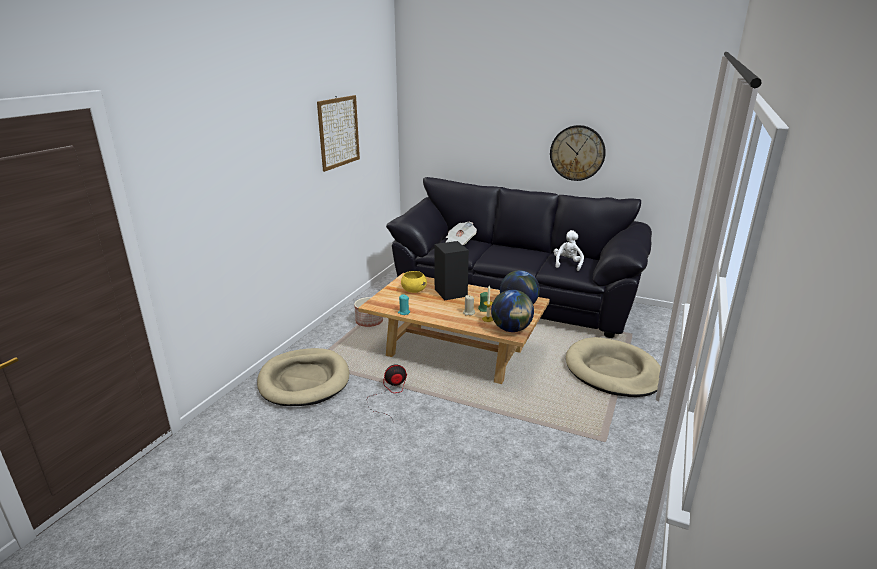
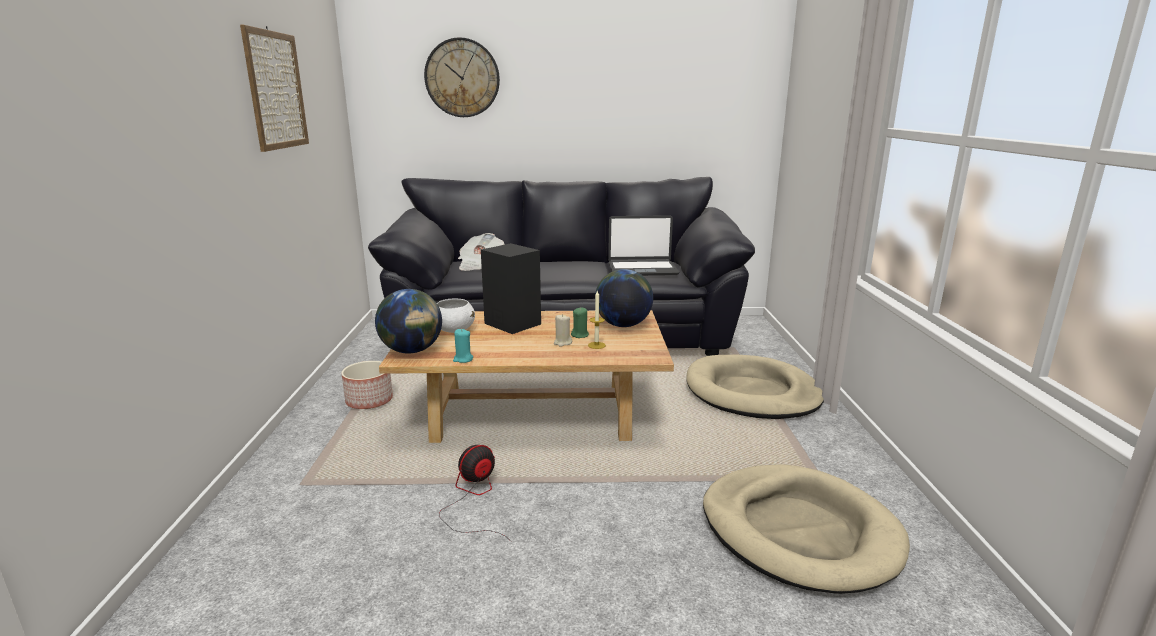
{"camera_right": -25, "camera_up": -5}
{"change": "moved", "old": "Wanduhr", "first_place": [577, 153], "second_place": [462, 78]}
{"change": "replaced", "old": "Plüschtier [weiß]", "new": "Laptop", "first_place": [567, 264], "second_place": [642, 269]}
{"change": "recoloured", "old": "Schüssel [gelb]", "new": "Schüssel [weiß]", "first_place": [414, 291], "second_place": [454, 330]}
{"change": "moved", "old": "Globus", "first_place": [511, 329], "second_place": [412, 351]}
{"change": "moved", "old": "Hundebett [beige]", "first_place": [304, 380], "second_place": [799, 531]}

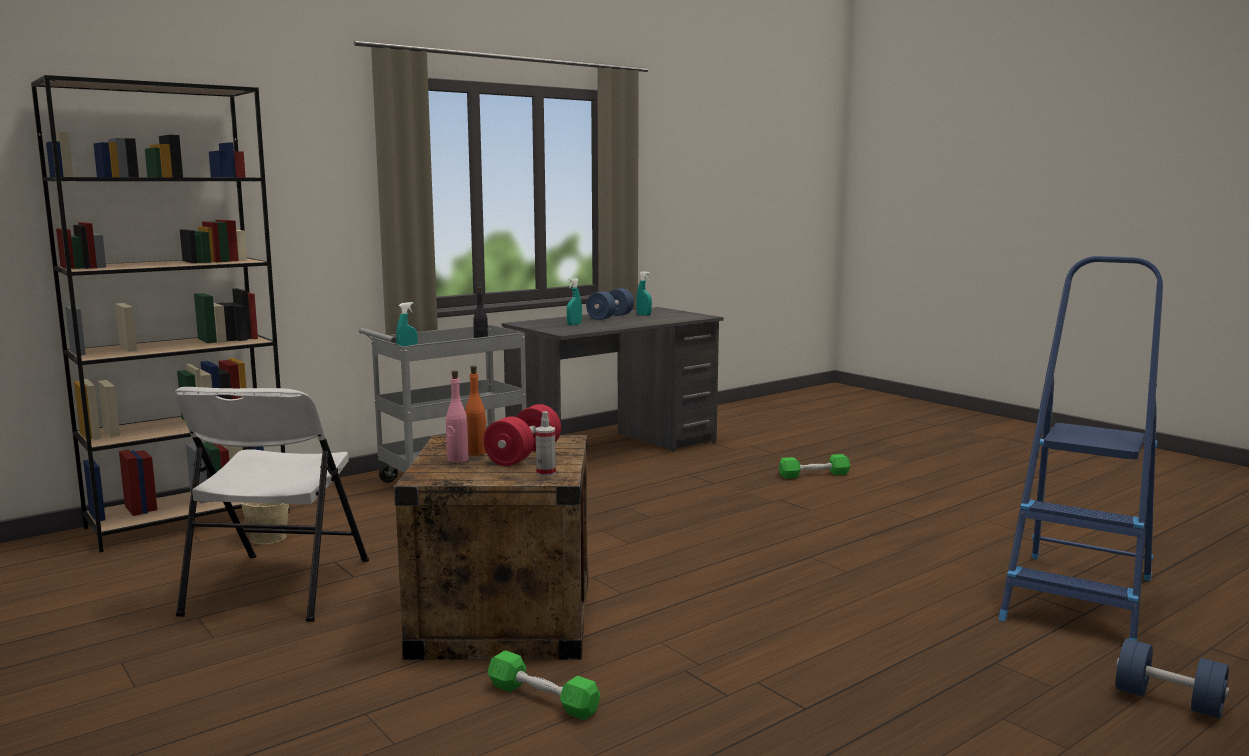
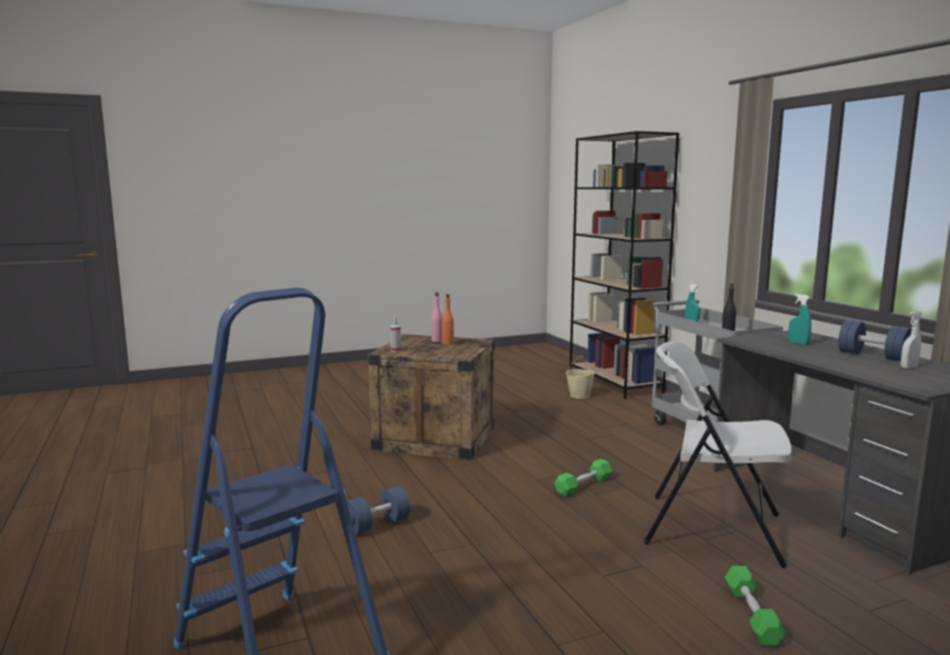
{"camera_right": 105, "camera_up": 0}
{"change": "recoloured", "old": "Sprühflasche [türkis]", "new": "Sprühflasche [weiß]", "first_place": [643, 315], "second_place": [909, 367]}
{"change": "moved", "old": "Stuhl [weiß]", "first_place": [278, 587], "second_place": [713, 528]}
{"change": "removed", "old": "Hantel [rot]", "first_place": [523, 455]}
{"change": "moved", "old": "Hantel [blau]", "first_place": [1168, 701], "second_place": [377, 525]}
{"change": "moved", "old": "Hantel [grün]", "first_place": [543, 698], "second_place": [583, 485]}

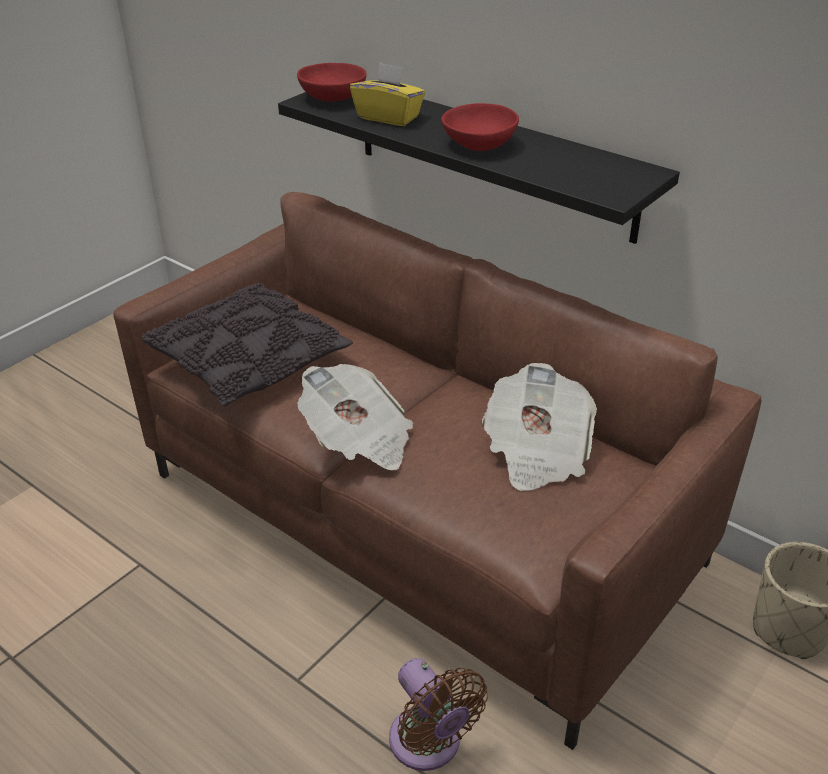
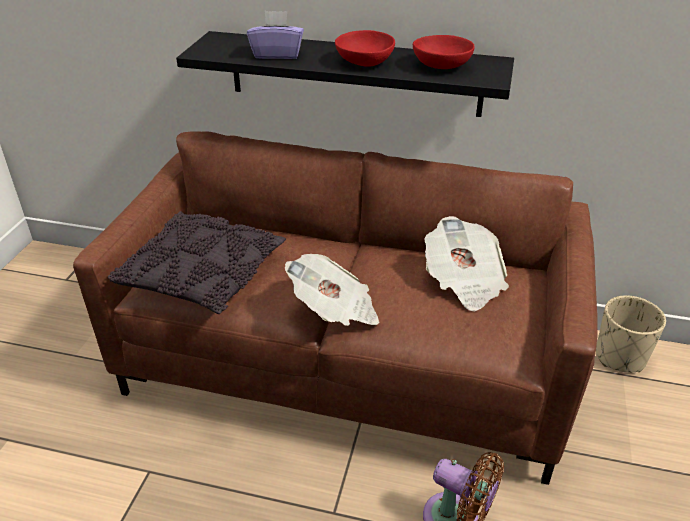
{"camera_right": -25, "camera_up": 0}
{"change": "recoloured", "old": "Taschentuchbox [gelb]", "new": "Taschentuchbox [lila]", "first_place": [388, 117], "second_place": [277, 54]}
{"change": "moved", "old": "Schüssel [rot]", "first_place": [333, 97], "second_place": [442, 65]}

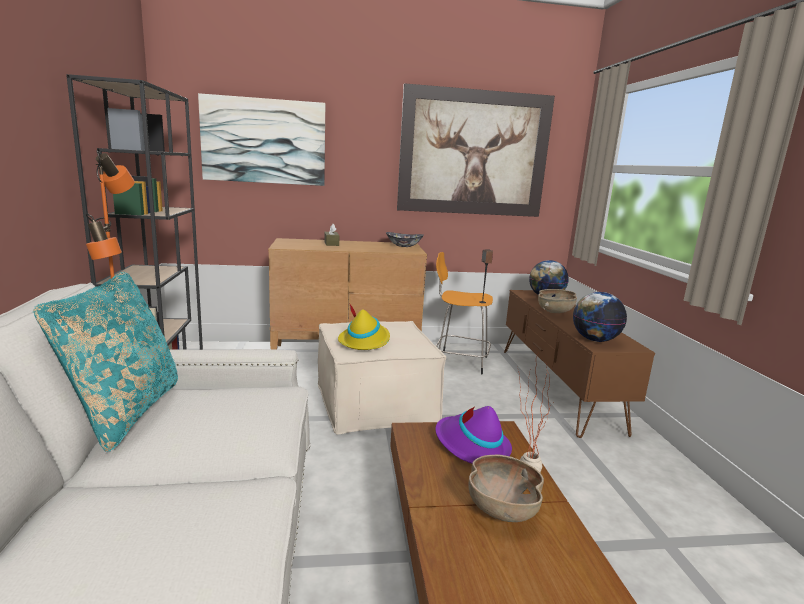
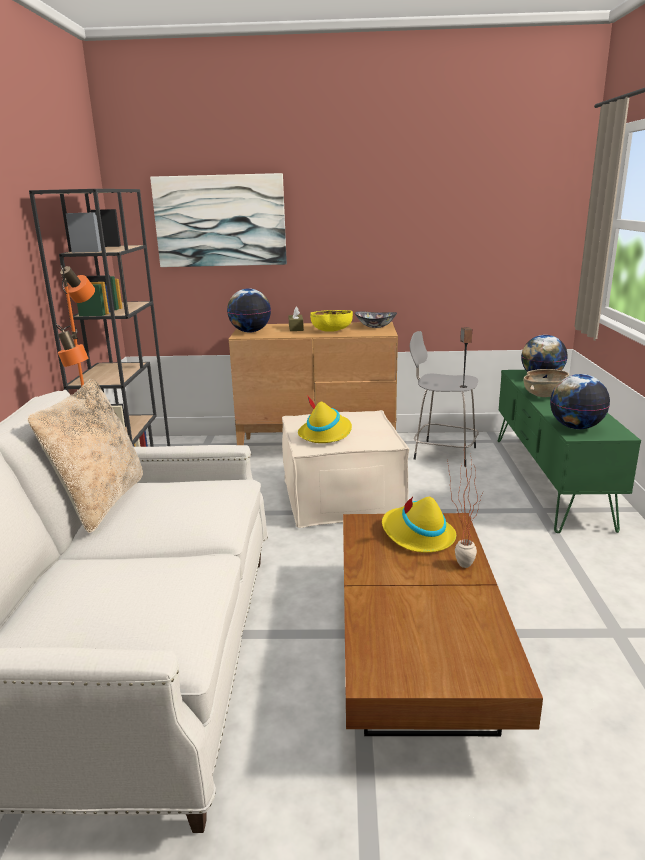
{"camera_right": 10, "camera_up": 5}
{"change": "removed", "old": "Bild", "first_place": [474, 153]}
{"change": "recoloured", "old": "Hocker [orange]", "new": "Hocker [grau]", "first_place": [459, 361], "second_place": [442, 453]}
{"change": "recoloured", "old": "Kissen [türkis]", "new": "Kissen [beige]", "first_place": [127, 414], "second_place": [102, 504]}
{"change": "recoloured", "old": "Fernsehschrank [braun]", "new": "Fernsehschrank [grün]", "first_place": [557, 387], "second_place": [549, 480]}
{"change": "recoloured", "old": "Hut [lila]", "new": "Hut [gelb]", "first_place": [471, 446], "second_place": [417, 535]}
{"change": "removed", "old": "Schüssel [braun]", "first_place": [501, 508]}
{"change": "added", "new": "Globus", "second_place": [250, 332]}
{"change": "added", "new": "Schüssel [gelb]", "second_place": [331, 331]}

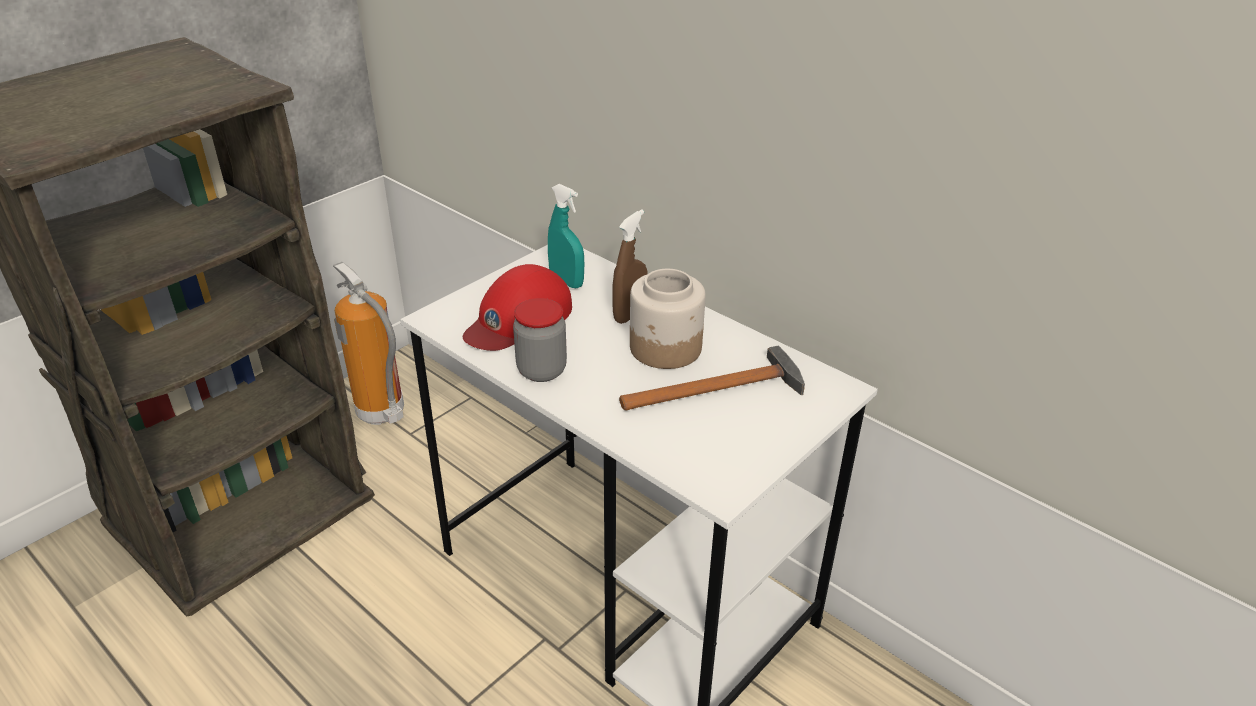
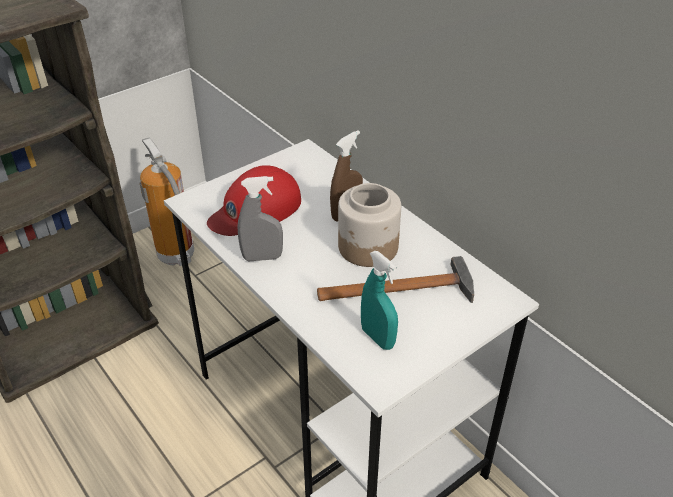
{"camera_right": 10, "camera_up": 5}
{"change": "moved", "old": "Sprühflasche [türkis]", "first_place": [566, 282], "second_place": [377, 338]}
{"change": "replaced", "old": "Vorratsglas", "new": "Sprühflasche [grau]", "first_place": [541, 370], "second_place": [262, 257]}

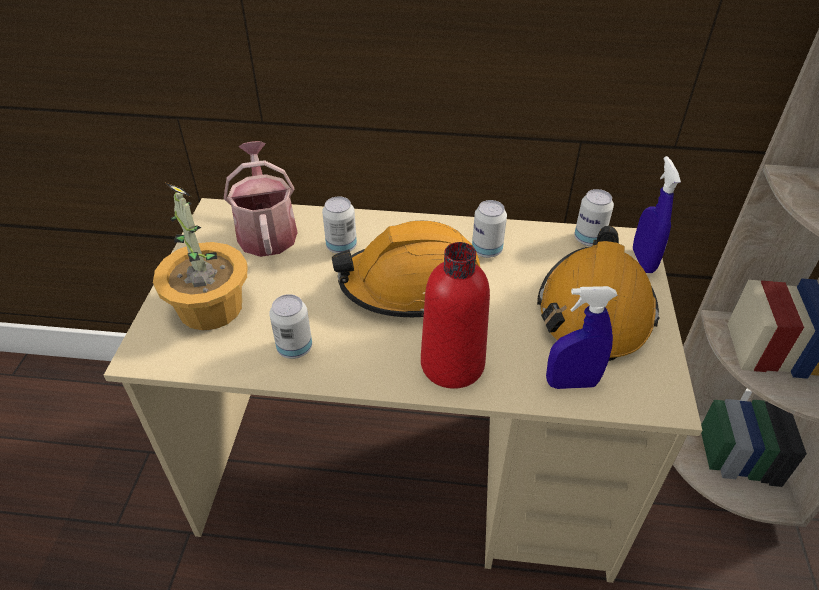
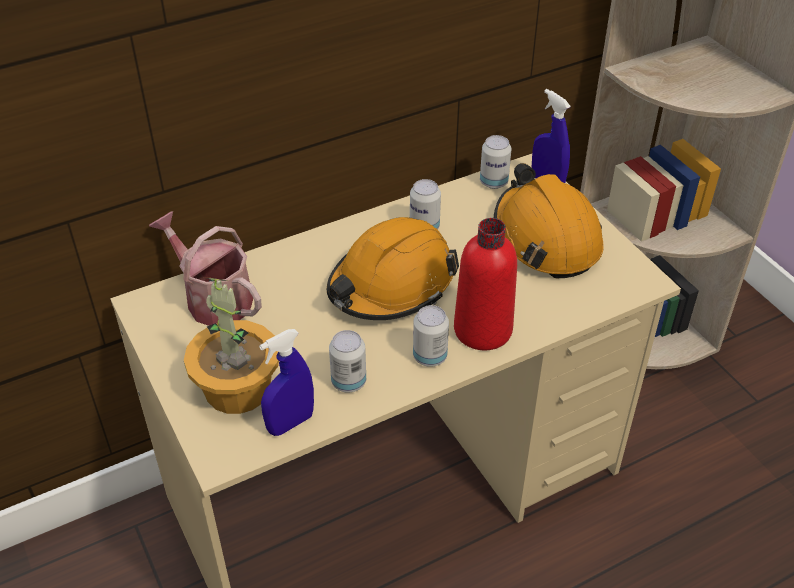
{"camera_right": -35, "camera_up": 0}
{"change": "moved", "old": "Dose", "first_place": [341, 247], "second_place": [430, 357]}
{"change": "moved", "old": "Sprühflasche [blau]", "first_place": [571, 383], "second_place": [290, 423]}

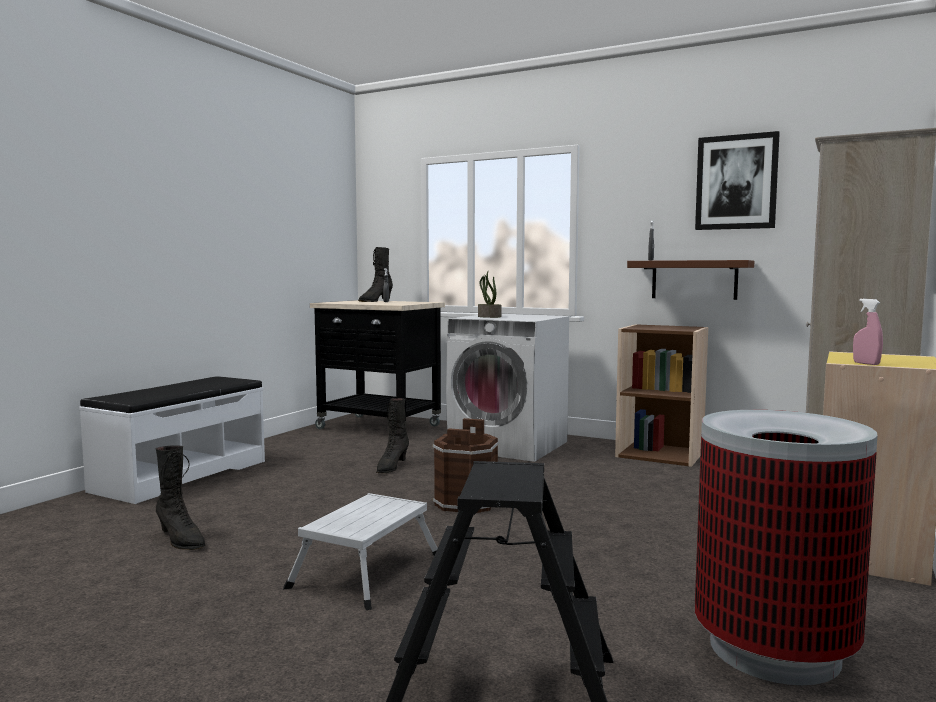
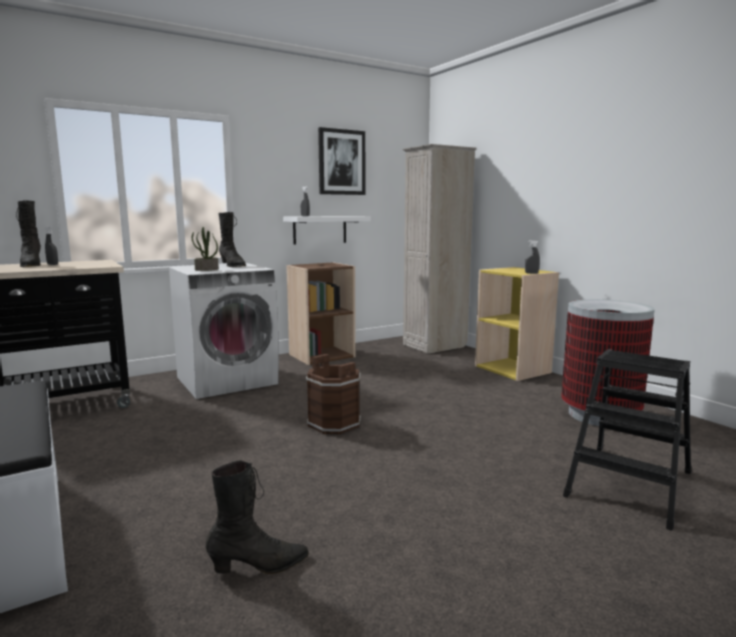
{"camera_right": -60, "camera_up": 5}
{"change": "recoloured", "old": "Wandregal [braun]", "new": "Wandregal [weiß]", "first_place": [694, 280], "second_place": [320, 230]}
{"change": "recoloured", "old": "Sprühflasche [rosa]", "new": "Sprühflasche [grau]", "first_place": [866, 363], "second_place": [531, 273]}
{"change": "moved", "old": "Stiefel [schwarz]", "first_place": [391, 467], "second_place": [232, 265]}
{"change": "removed", "old": "Trittleiter [weiß]", "first_place": [366, 571]}

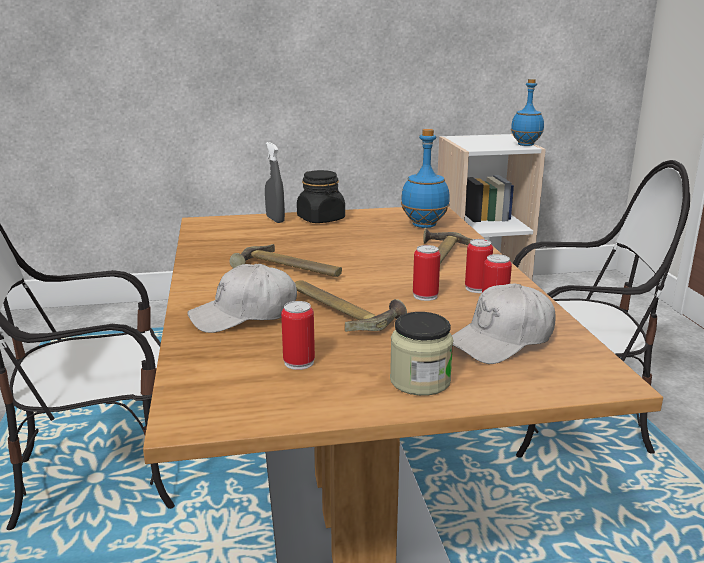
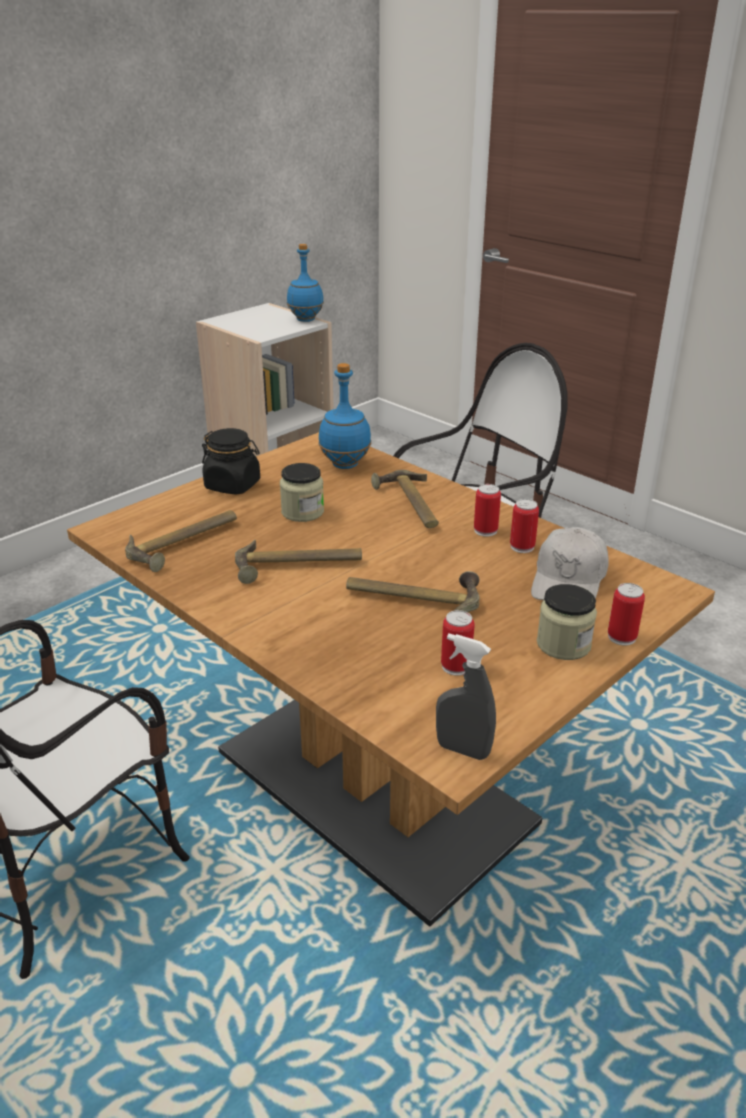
{"camera_right": -35, "camera_up": 10}
{"change": "moved", "old": "Sprühflasche [grau]", "first_place": [275, 219], "second_place": [463, 750]}
{"change": "moved", "old": "Dose", "first_place": [425, 296], "second_place": [621, 637]}
{"change": "removed", "old": "Kappe [weiß]", "first_place": [245, 315]}
{"change": "added", "new": "Vorratsglas", "second_place": [302, 512]}
{"change": "added", "new": "Hammer", "second_place": [186, 543]}

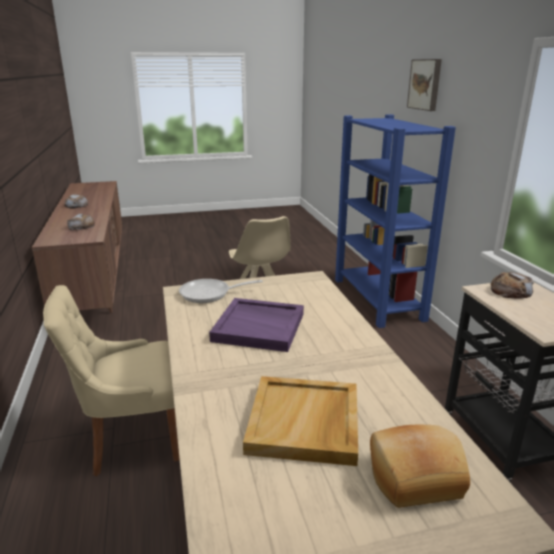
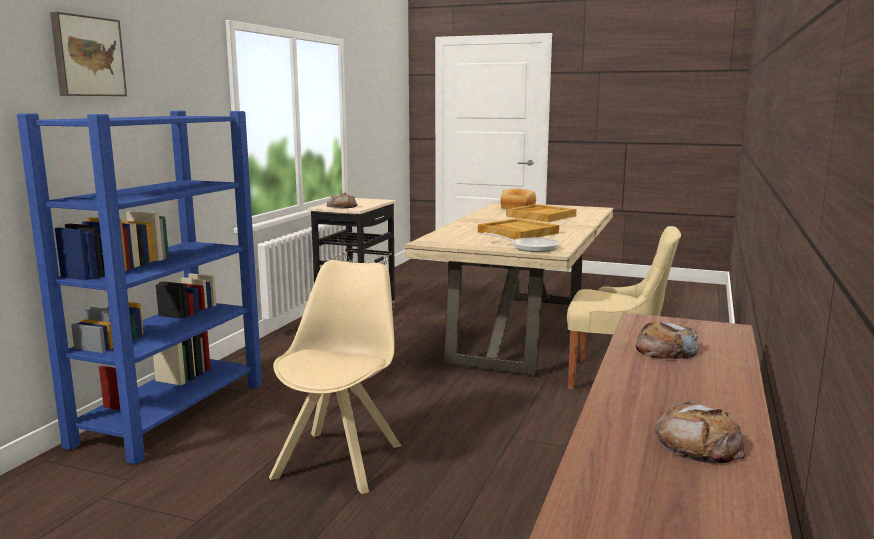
{"camera_right": -145, "camera_up": -10}
{"change": "recoloured", "old": "Tablett [lila]", "new": "Tablett [beige]", "first_place": [260, 327], "second_place": [517, 232]}

